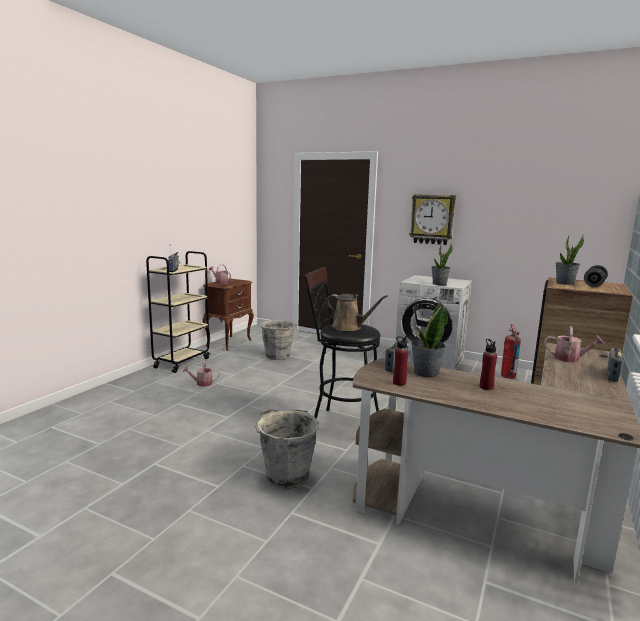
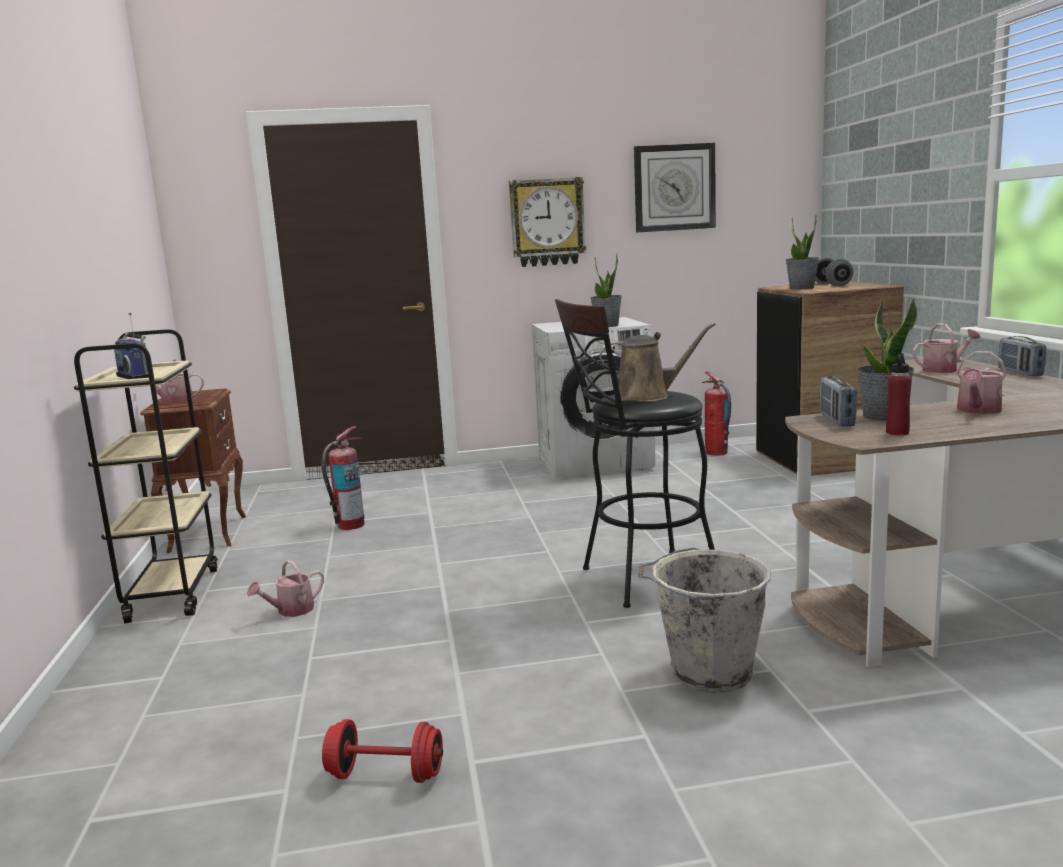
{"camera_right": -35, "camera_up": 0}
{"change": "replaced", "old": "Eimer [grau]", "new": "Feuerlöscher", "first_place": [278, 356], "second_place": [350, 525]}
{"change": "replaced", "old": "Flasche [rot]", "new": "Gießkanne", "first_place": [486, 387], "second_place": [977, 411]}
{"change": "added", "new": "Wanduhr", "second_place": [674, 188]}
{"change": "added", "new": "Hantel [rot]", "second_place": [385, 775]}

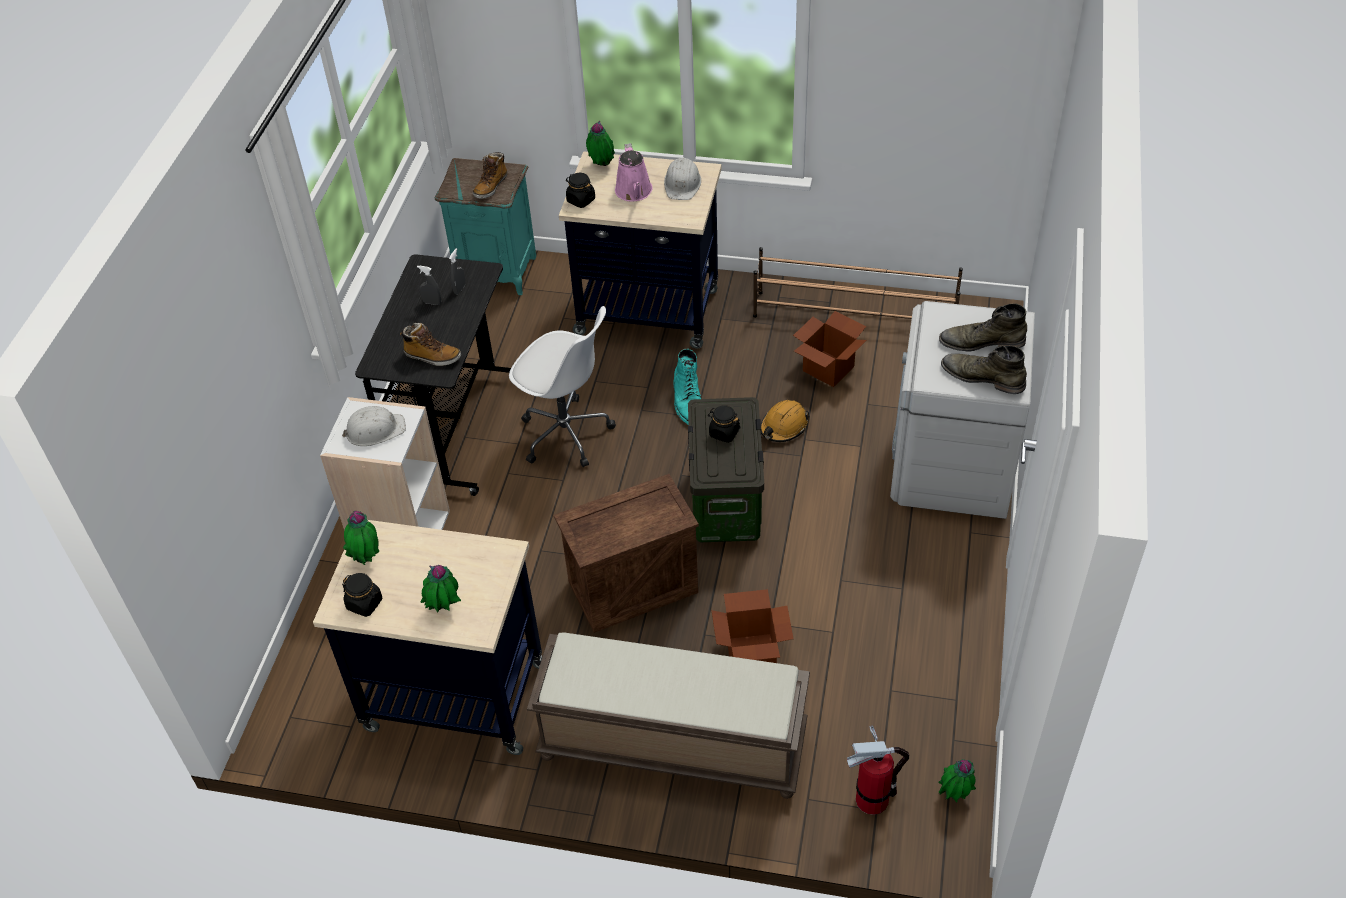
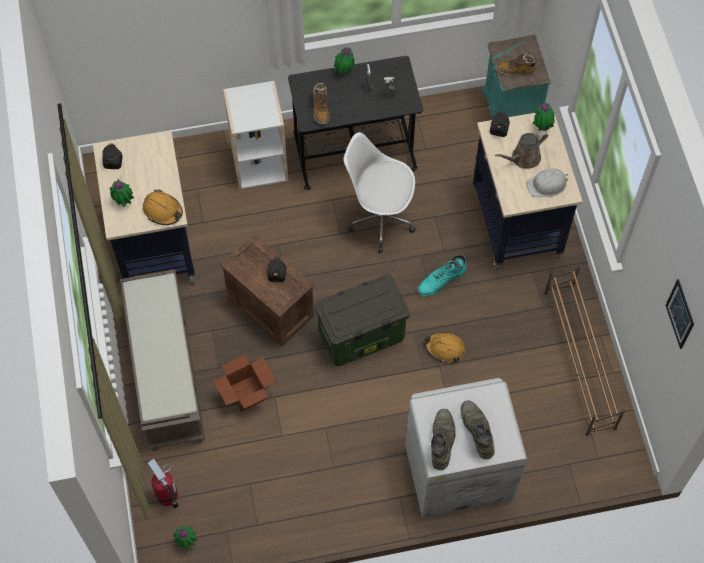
{"camera_right": 65, "camera_up": 15}
{"change": "recoloured", "old": "Gießkanne [rosa]", "new": "Gießkanne [braun]", "first_place": [634, 192], "second_place": [523, 158]}
{"change": "turned", "old": "Bürostuhl [weiß]", "first_place": [568, 435], "second_place": [379, 220], "degrees": 105}
{"change": "removed", "old": "Karton", "first_place": [828, 368]}
{"change": "moved", "old": "Vorratsglas [schwarz]", "first_place": [724, 433], "second_place": [277, 274]}
{"change": "removed", "old": "Schutzhelm [weiß]", "first_place": [375, 430]}
{"change": "moved", "old": "Topfpflanze", "first_place": [367, 558], "second_place": [344, 72]}
{"change": "added", "new": "Schutzhelm [orange]", "second_place": [163, 210]}
{"change": "added", "new": "Bild", "second_place": [680, 314]}

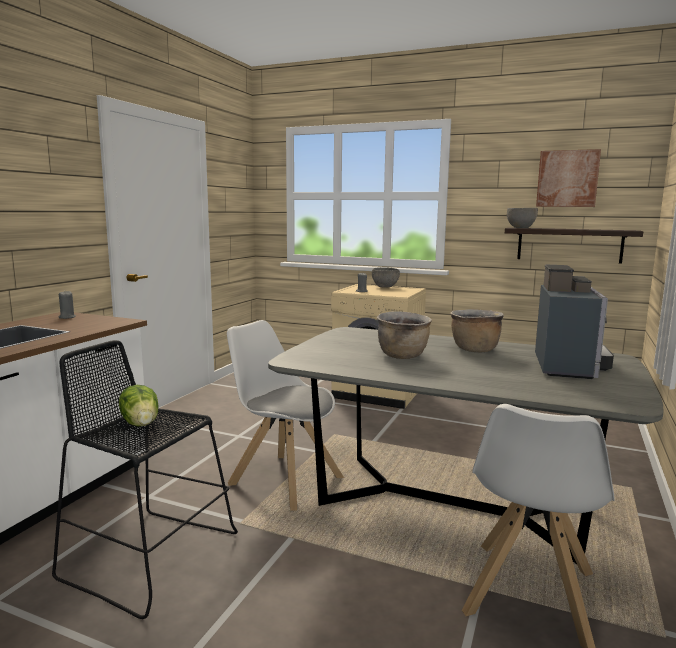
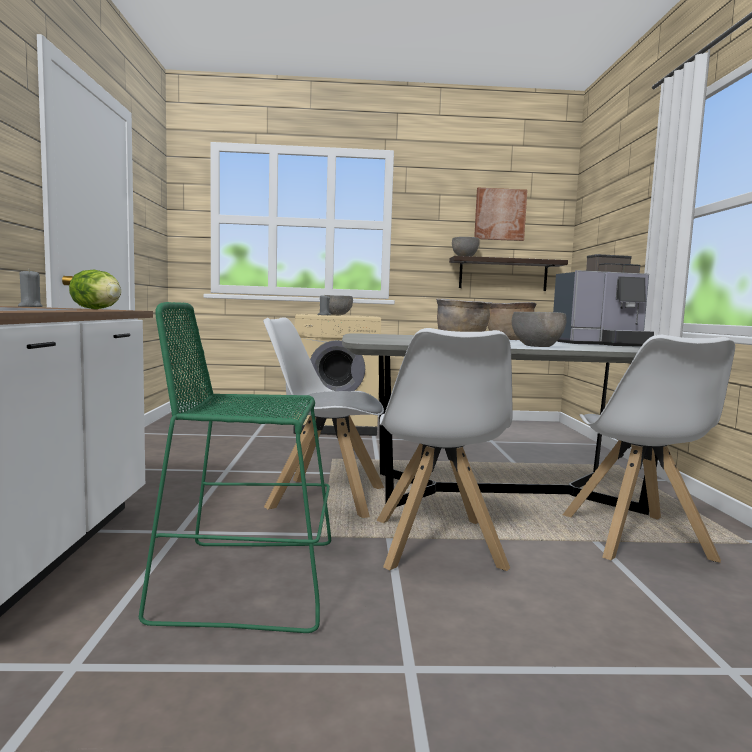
{"camera_right": -25, "camera_up": -5}
{"change": "turned", "old": "Kaffeemaschine", "first_place": [569, 366], "second_place": [601, 344], "degrees": 90}
{"change": "recoloured", "old": "Hocker [schwarz]", "new": "Hocker [grün]", "first_place": [152, 557], "second_place": [252, 580]}
{"change": "moved", "old": "Salatkopf", "first_place": [141, 423], "second_place": [97, 309]}
{"change": "added", "new": "Schüssel [grau]", "second_place": [537, 346]}
{"change": "added", "new": "Stuhl", "second_place": [437, 545]}

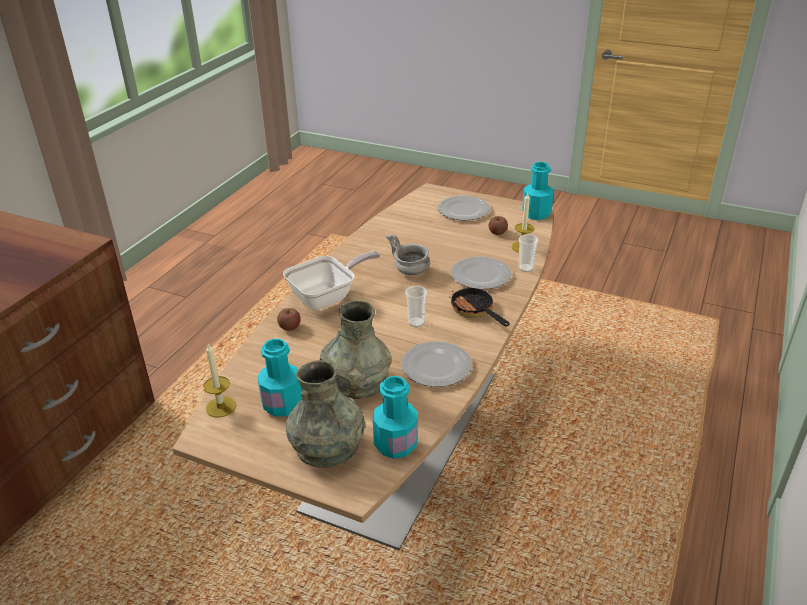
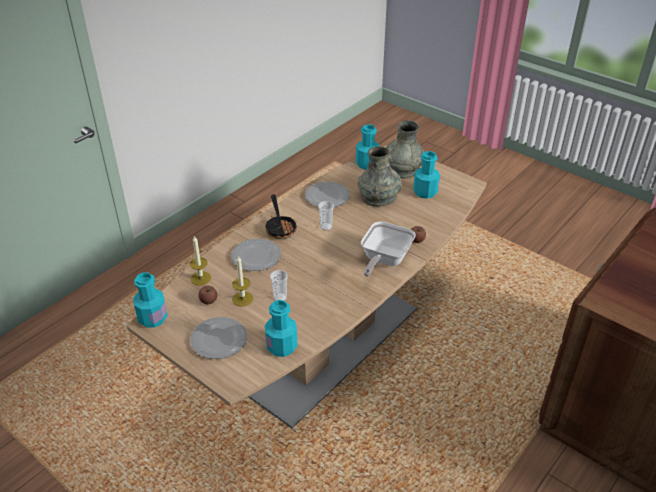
{"camera_right": -165, "camera_up": 5}
{"change": "removed", "old": "Schüssel [grau]", "first_place": [410, 271]}
{"change": "moved", "old": "Tasse", "first_place": [526, 268], "second_place": [280, 298]}
{"change": "turned", "old": "Pfanne", "first_place": [328, 297], "second_place": [384, 260], "degrees": -45}
{"change": "moved", "old": "Kerze", "first_place": [221, 407], "second_place": [242, 299]}
{"change": "added", "new": "Flasche [türkis]", "second_place": [281, 346]}

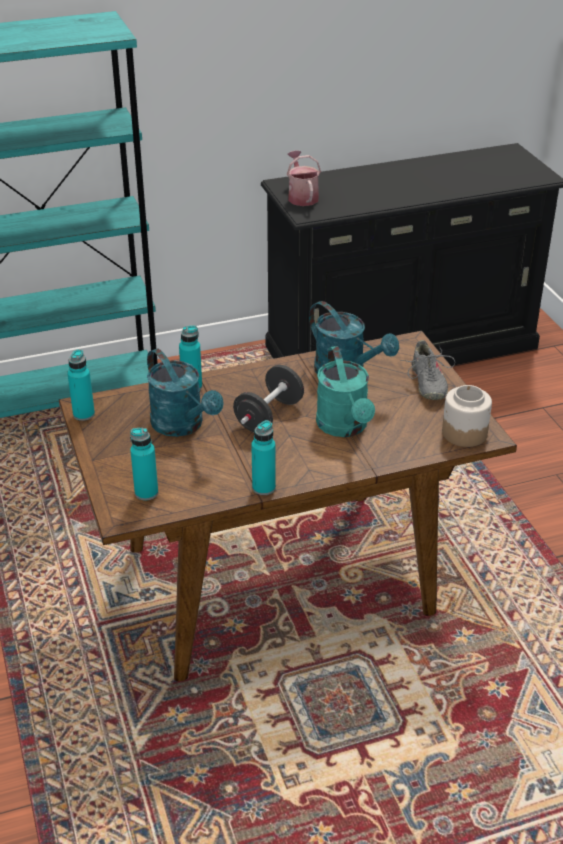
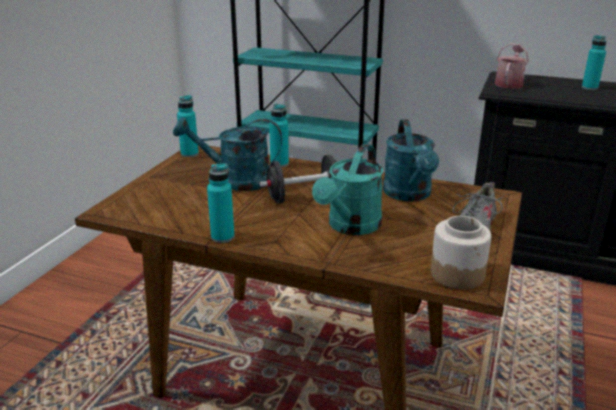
{"camera_right": 40, "camera_up": -10}
{"change": "turned", "old": "Gießkanne [türkis]", "first_place": [183, 426], "second_place": [235, 181], "degrees": 90}
{"change": "moved", "old": "Flasche [türkis]", "first_place": [146, 493], "second_place": [589, 88]}

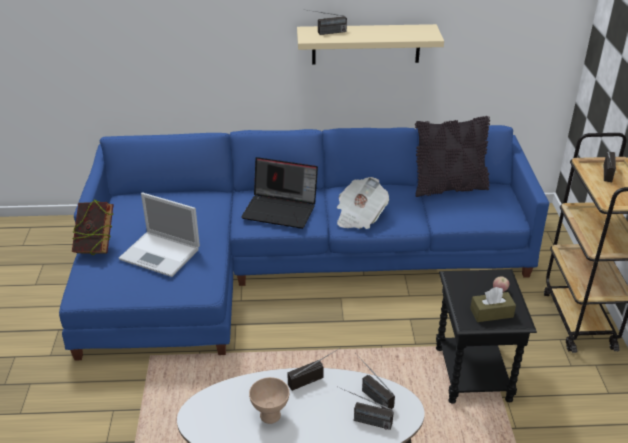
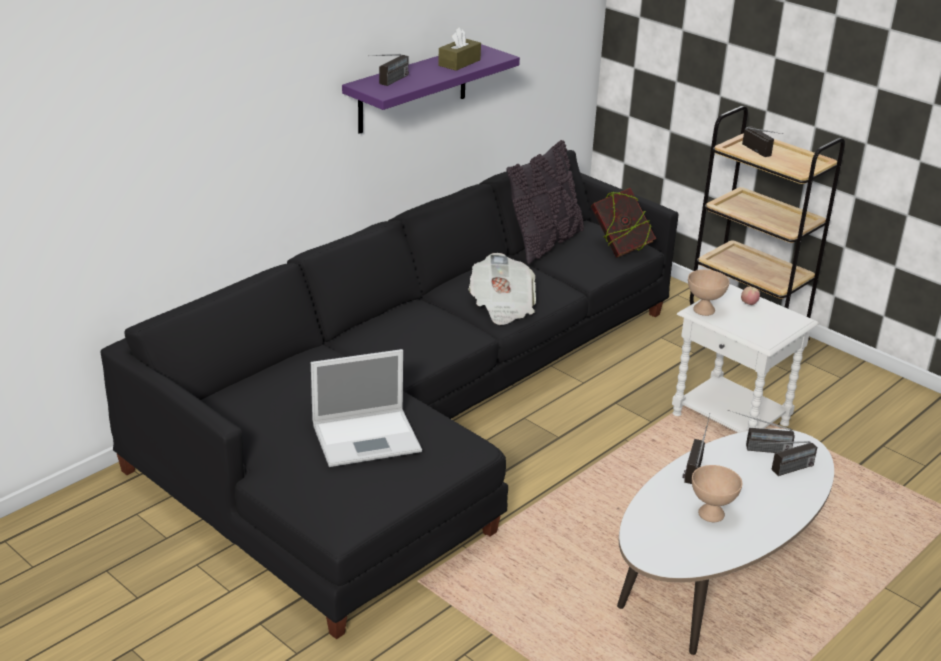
{"camera_right": -45, "camera_up": -5}
{"change": "recoloured", "old": "Wandregal [beige]", "new": "Wandregal [lila]", "first_place": [366, 44], "second_place": [413, 89]}
{"change": "recoloured", "old": "Sofa [blau]", "new": "Sofa [schwarz]", "first_place": [286, 261], "second_place": [414, 411]}
{"change": "removed", "old": "Laptop", "first_place": [281, 209]}
{"change": "moved", "old": "Buch", "first_place": [96, 247], "second_place": [620, 248]}
{"change": "recoloured", "old": "Beistelltisch [schwarz]", "new": "Beistelltisch [weiß]", "first_place": [474, 373], "second_place": [731, 418]}
{"change": "moved", "old": "Taschentuchbox [braun]", "first_place": [491, 313], "second_place": [459, 63]}
{"change": "added", "new": "Schüssel [beige]", "second_place": [704, 310]}

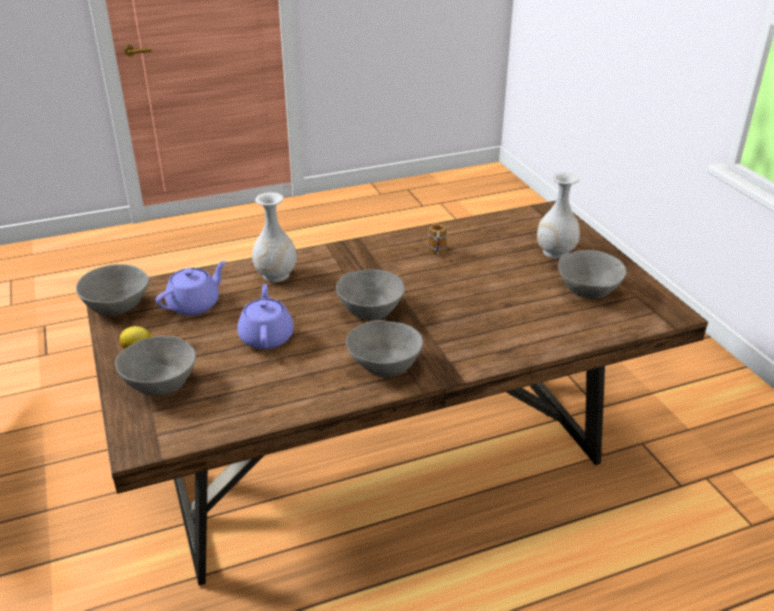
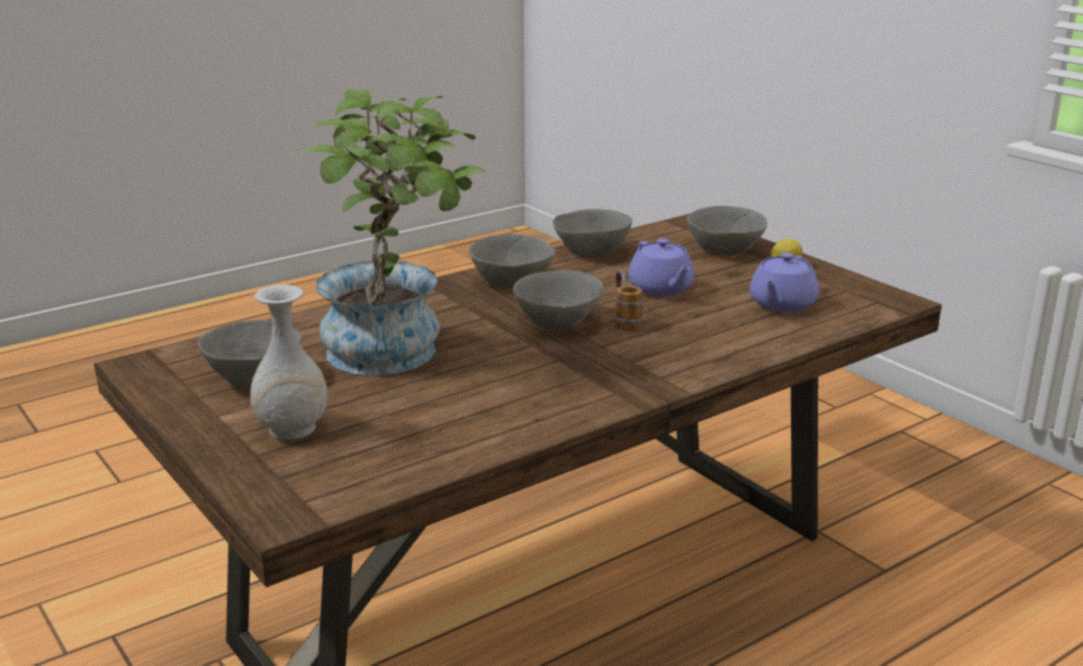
{"camera_right": 165, "camera_up": -10}
{"change": "removed", "old": "Vase [weiß]", "first_place": [276, 275]}
{"change": "moved", "old": "Henkelbecher", "first_place": [437, 255], "second_place": [624, 321]}
{"change": "moved", "old": "Schüssel [grau]", "first_place": [116, 307], "second_place": [592, 251]}
{"change": "added", "new": "Topfpflanze", "second_place": [398, 353]}

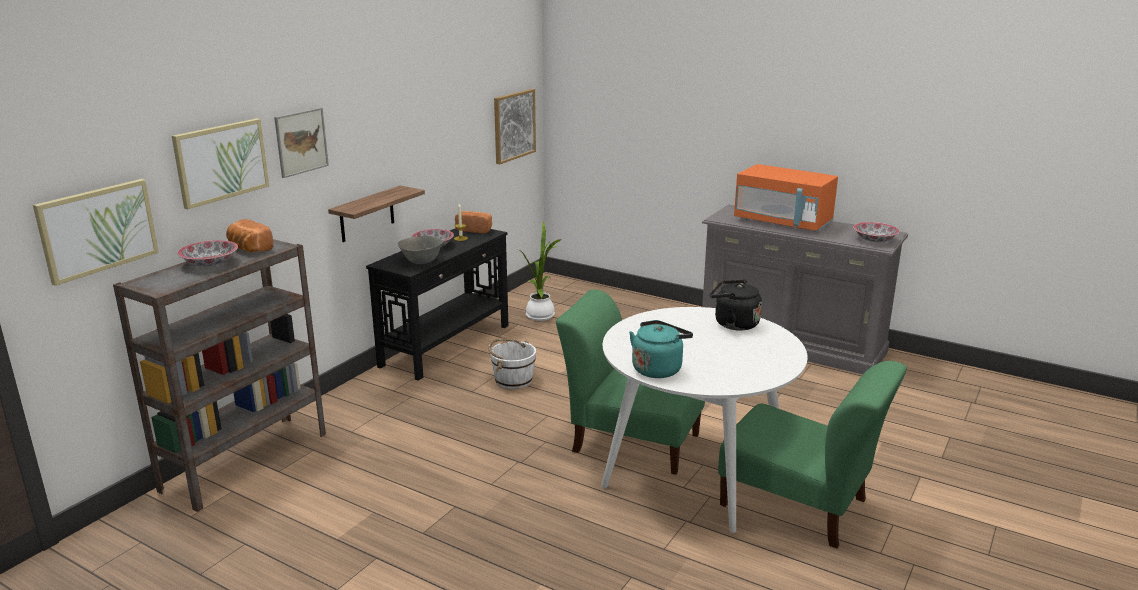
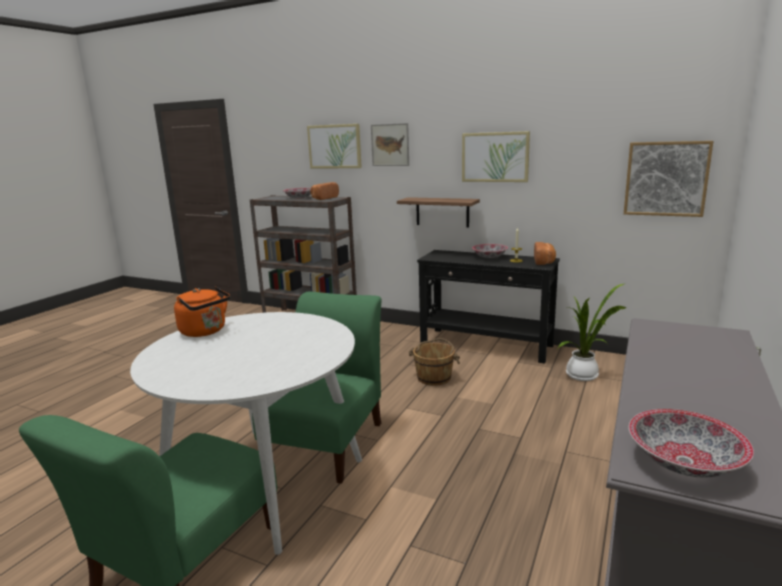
{"camera_right": 85, "camera_up": -5}
{"change": "removed", "old": "Mikrowelle [orange]", "first_place": [783, 222]}
{"change": "moved", "old": "Bild", "first_place": [97, 229], "second_place": [495, 157]}
{"change": "removed", "old": "Schüssel [grau]", "first_place": [421, 262]}
{"change": "removed", "old": "Wasserkessel [schwarz]", "first_place": [733, 324]}
{"change": "recoloured", "old": "Wasserkessel [türkis]", "new": "Wasserkessel [orange]", "first_place": [658, 369], "second_place": [205, 331]}
{"change": "recoloured", "old": "Eimer [weiß]", "new": "Eimer [braun]", "first_place": [513, 380], "second_place": [434, 377]}

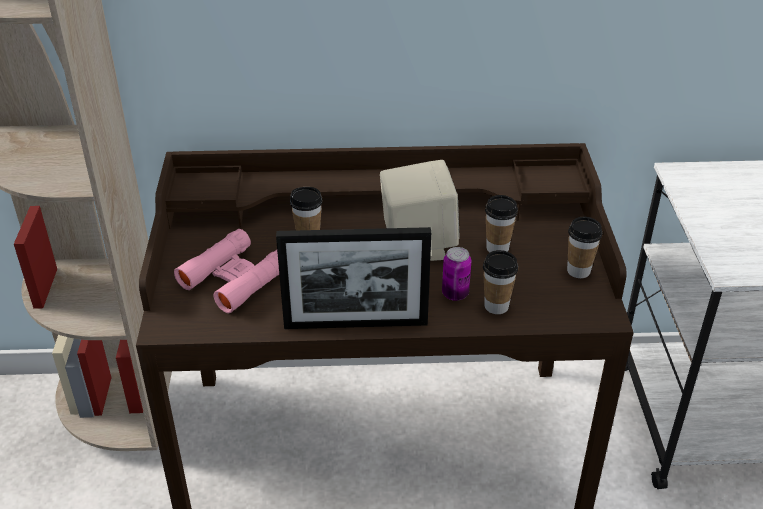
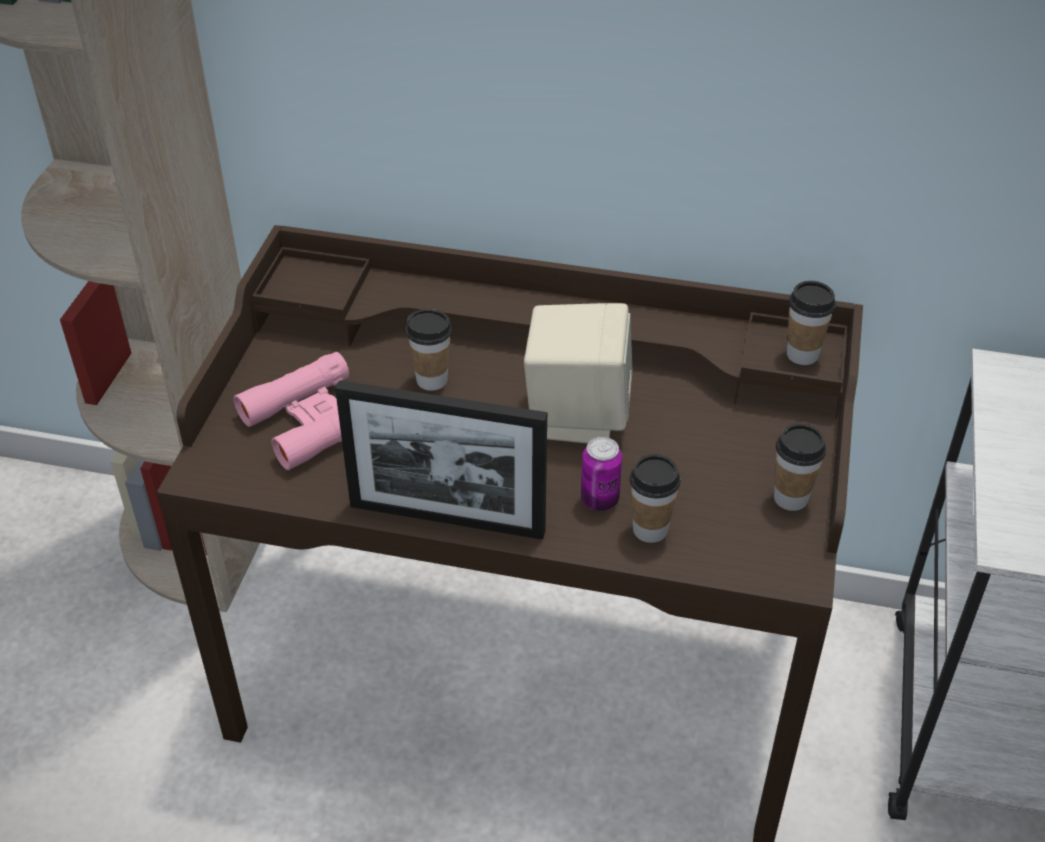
{"camera_right": 15, "camera_up": 5}
{"change": "moved", "old": "Tasse", "first_place": [497, 248], "second_place": [802, 355]}

